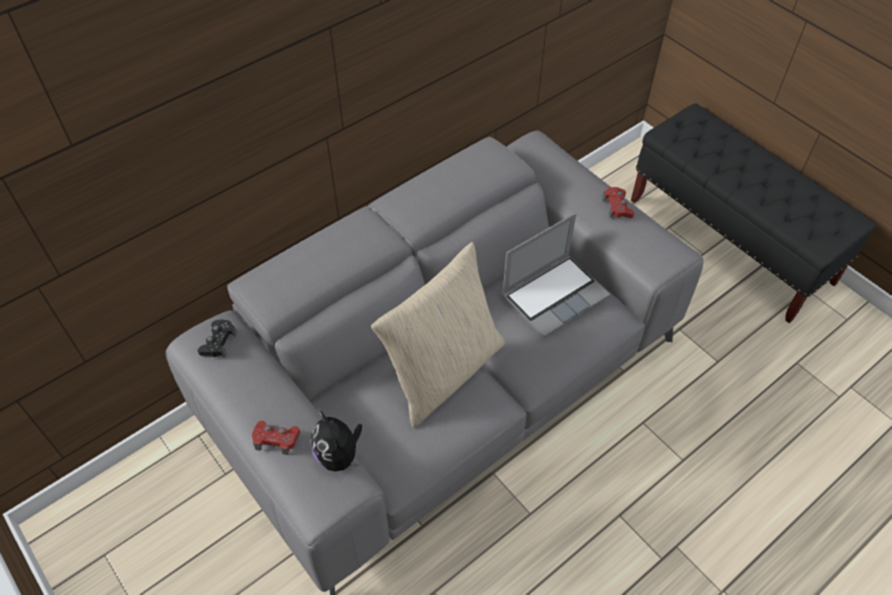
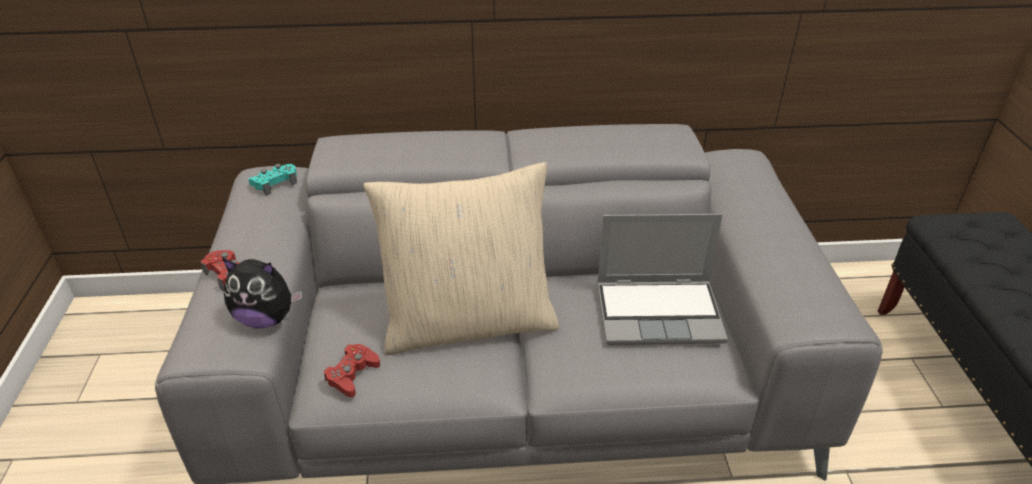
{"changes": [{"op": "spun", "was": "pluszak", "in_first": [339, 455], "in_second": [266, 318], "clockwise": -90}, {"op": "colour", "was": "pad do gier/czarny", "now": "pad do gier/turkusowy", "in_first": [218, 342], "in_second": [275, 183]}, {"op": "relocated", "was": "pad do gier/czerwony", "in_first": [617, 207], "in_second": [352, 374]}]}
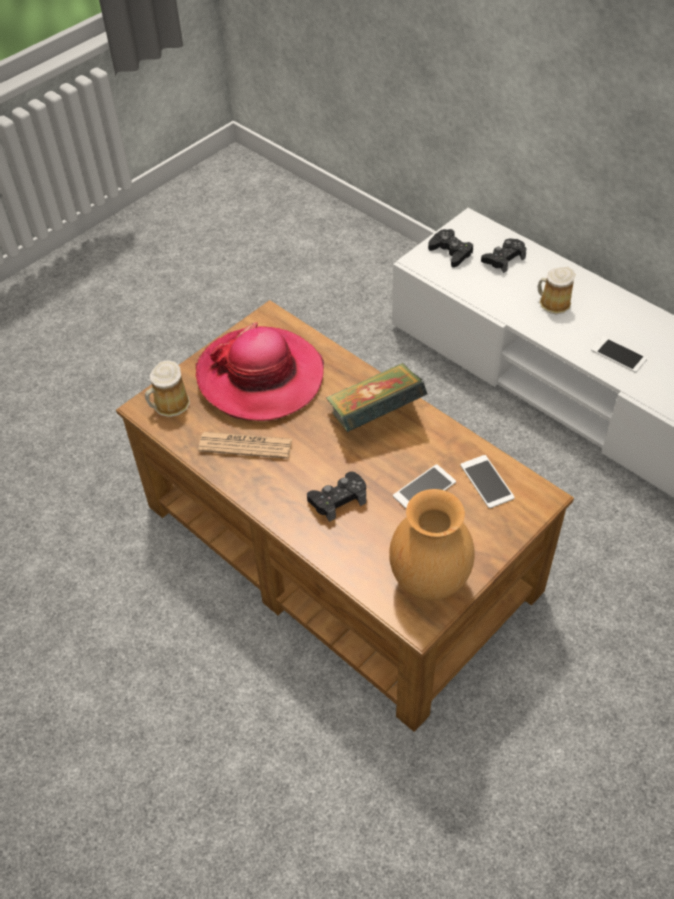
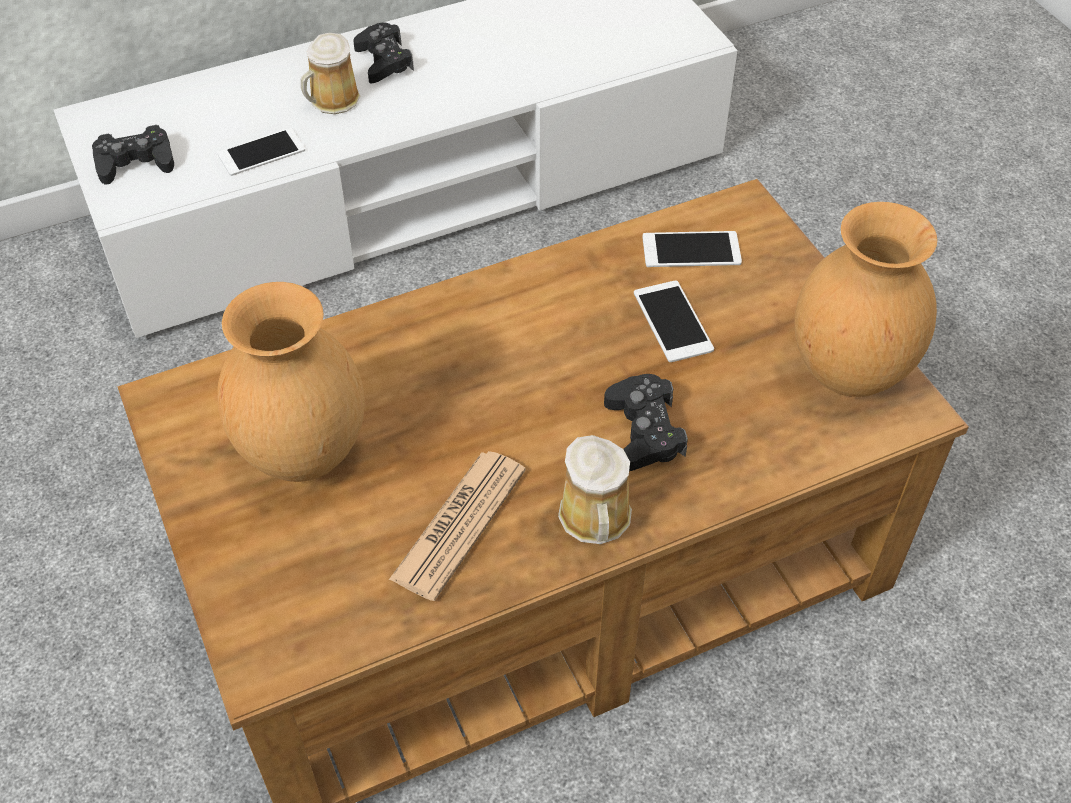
{"changes": [{"op": "relocated", "was": "telefon", "in_first": [619, 354], "in_second": [261, 152]}, {"op": "exchanged", "was": "kapelusz", "now": "wazon/brązowy", "in_first": [260, 377], "in_second": [307, 454]}, {"op": "relocated", "was": "pad do gier/czarny", "in_first": [503, 259], "in_second": [384, 61]}, {"op": "relocated", "was": "kubek", "in_first": [169, 405], "in_second": [595, 520]}, {"op": "missing", "was": "książka", "in_first": [375, 416]}]}
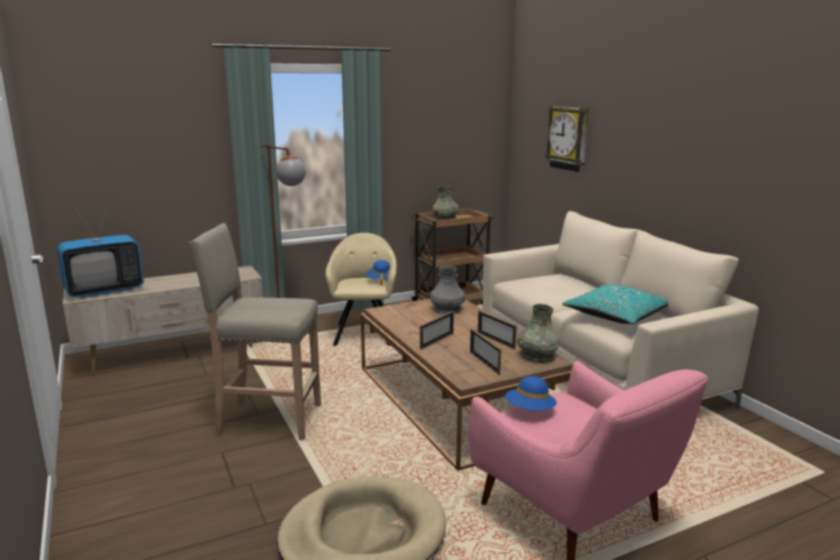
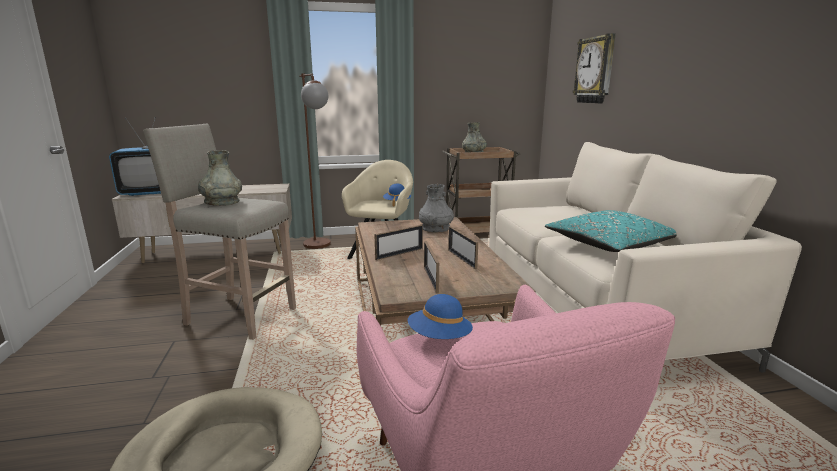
{"changes": [{"op": "relocated", "was": "wazon/szary", "in_first": [537, 356], "in_second": [222, 202]}]}
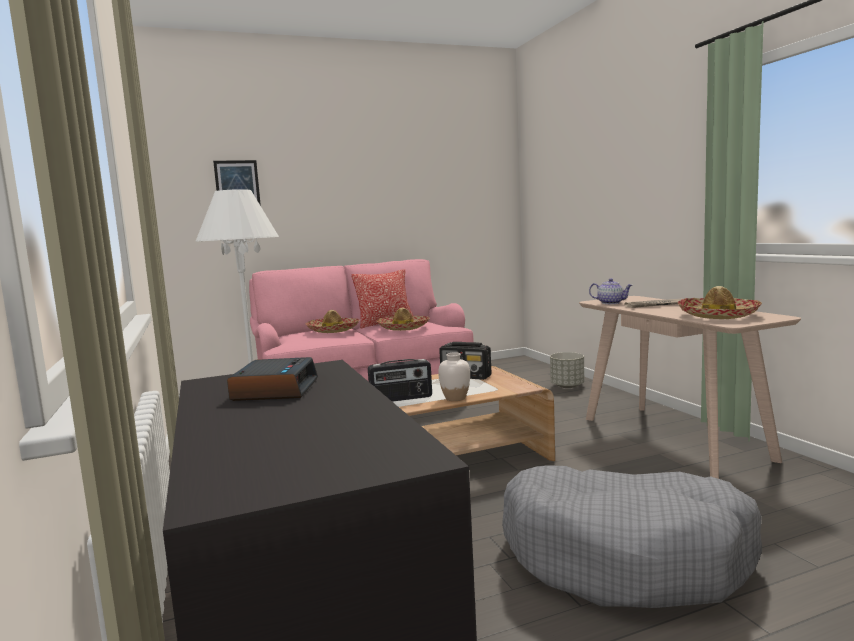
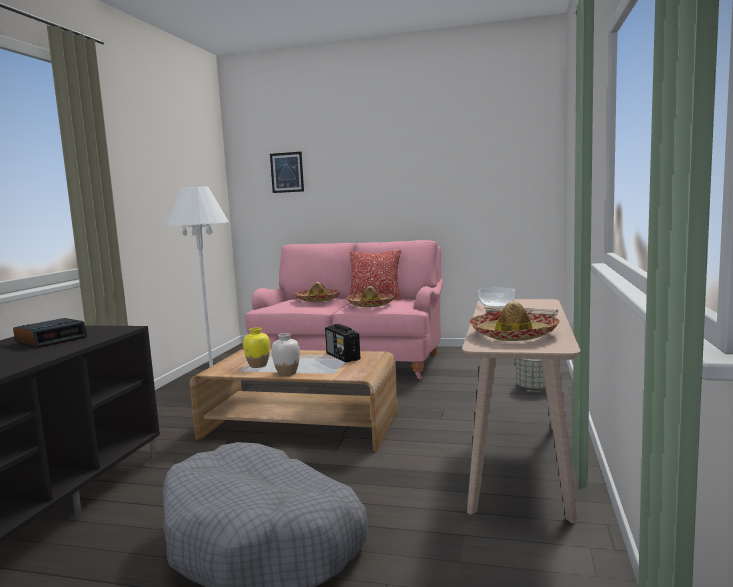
{"changes": [{"op": "exchanged", "was": "radio", "now": "wazon/żółty", "in_first": [401, 399], "in_second": [258, 365]}, {"op": "exchanged", "was": "imbryk", "now": "miska", "in_first": [611, 303], "in_second": [496, 305]}]}
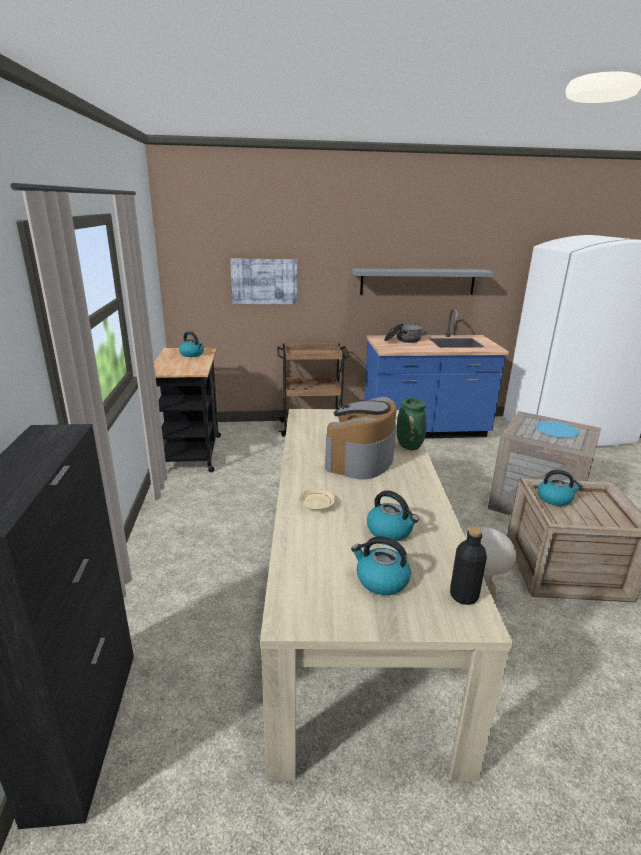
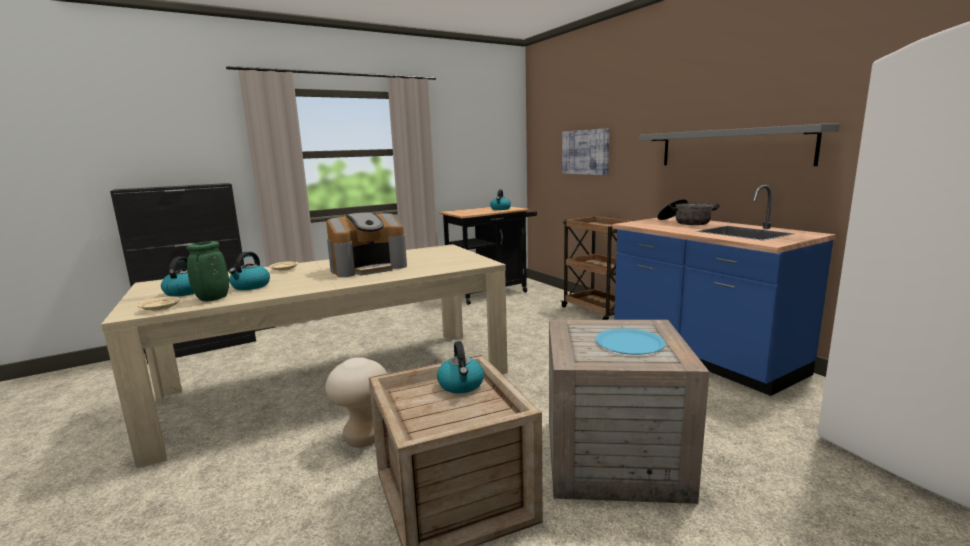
{"changes": [{"op": "exchanged", "was": "butelka/czarny", "now": "talerz/beżowy", "in_first": [463, 596], "in_second": [160, 309]}, {"op": "relocated", "was": "wazon/zielony", "in_first": [410, 447], "in_second": [212, 299]}, {"op": "spun", "was": "ekspres do kawy", "in_first": [361, 459], "in_second": [368, 268], "clockwise": 150}]}
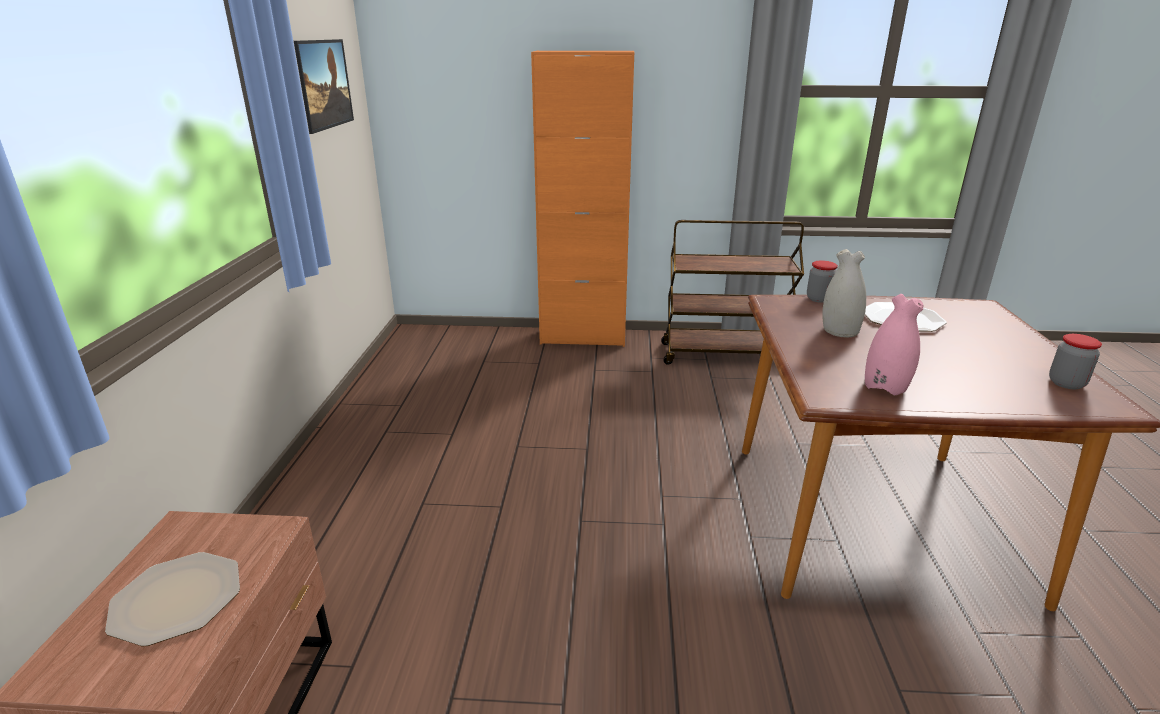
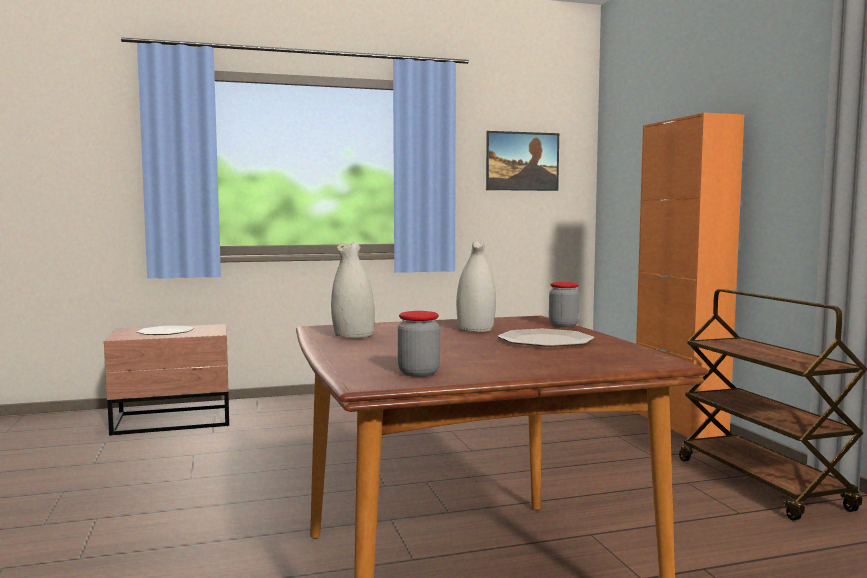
{"changes": [{"op": "colour", "was": "wazon/różowy", "now": "wazon/biały", "in_first": [885, 388], "in_second": [353, 336]}]}
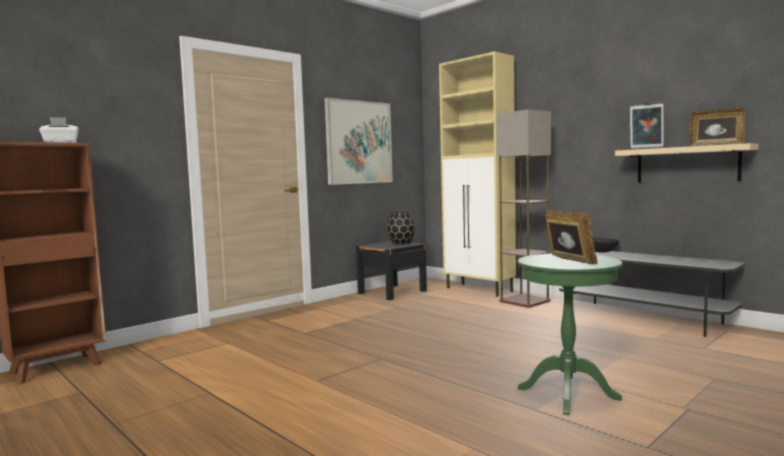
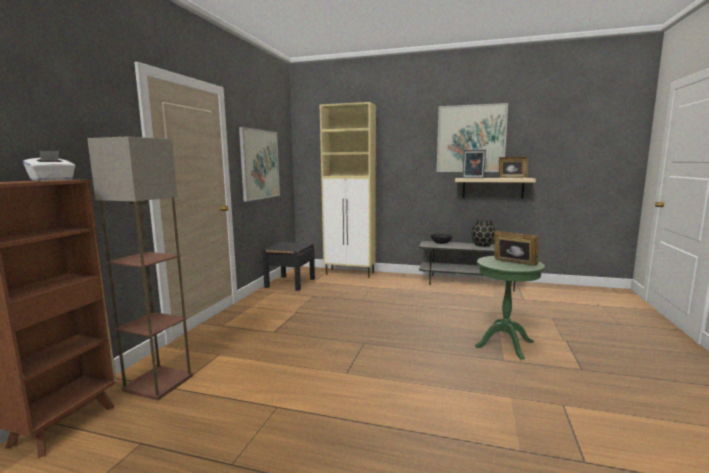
{"changes": [{"op": "relocated", "was": "lampa stojąca", "in_first": [525, 301], "in_second": [159, 382]}, {"op": "appeared", "now": "obraz", "in_second": [471, 139]}, {"op": "relocated", "was": "wazon/czarny", "in_first": [401, 243], "in_second": [482, 245]}]}
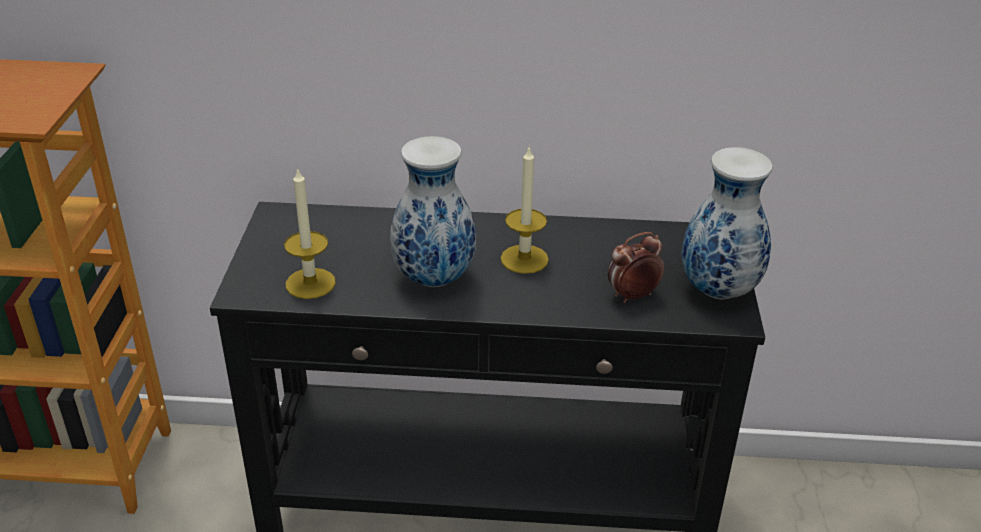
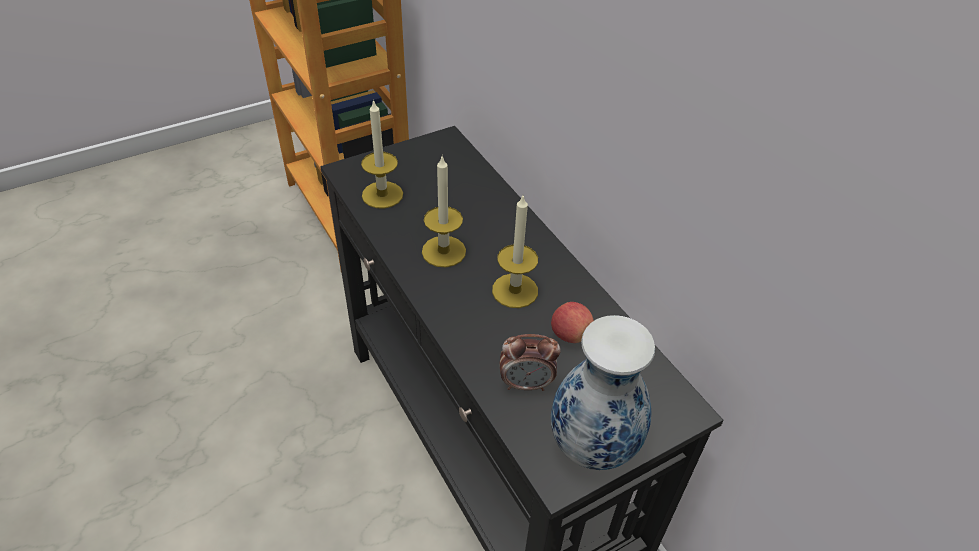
{"changes": [{"op": "exchanged", "was": "wazon", "now": "świeca", "in_first": [434, 277], "in_second": [444, 251]}, {"op": "spun", "was": "budzik", "in_first": [632, 296], "in_second": [526, 383], "clockwise": 150}, {"op": "appeared", "now": "jabłko", "in_second": [570, 334]}]}
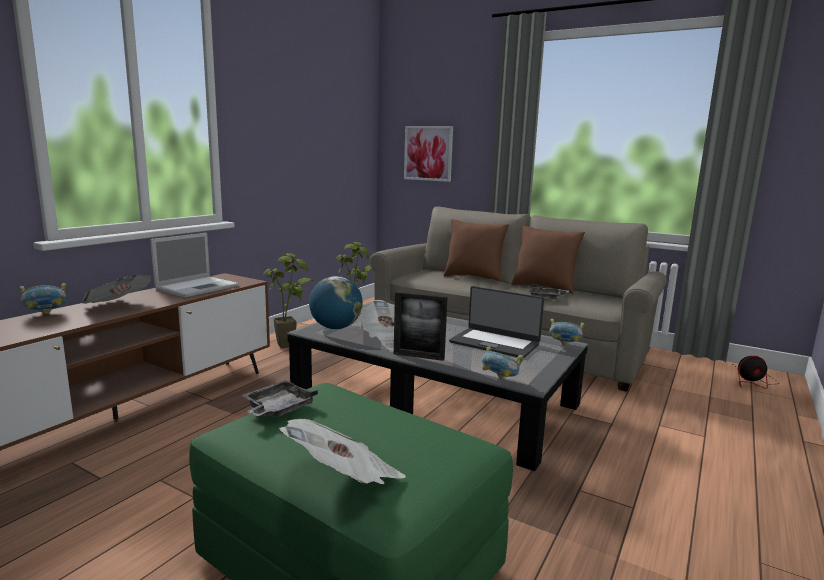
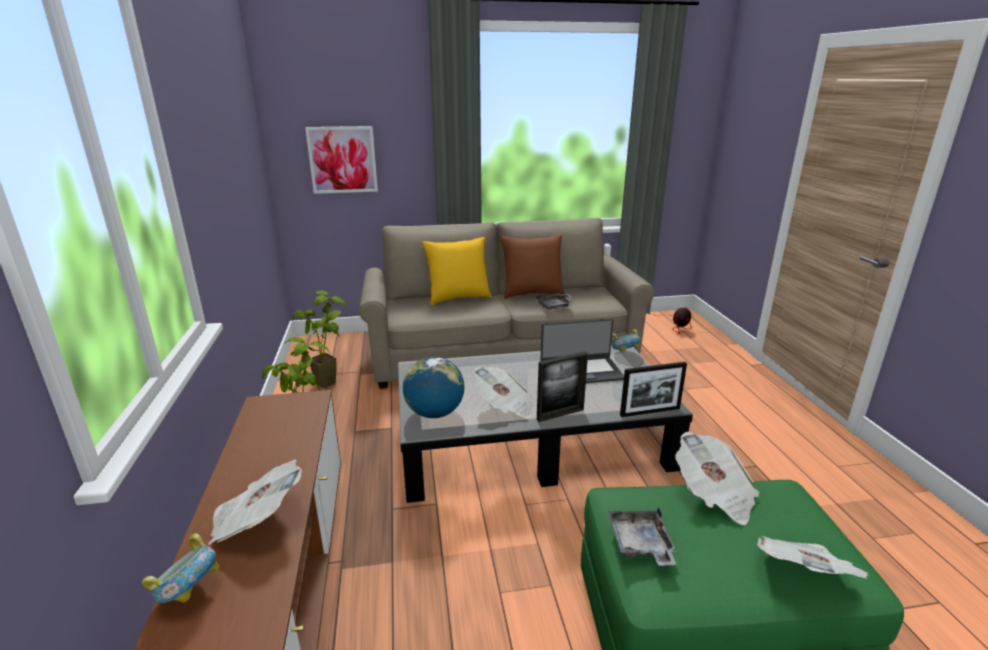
{"changes": [{"op": "colour", "was": "poduszka/brązowy", "now": "poduszka/żółty", "in_first": [473, 277], "in_second": [458, 298]}, {"op": "exchanged", "was": "miska", "now": "ramka na zdjęcie", "in_first": [499, 381], "in_second": [650, 412]}, {"op": "appeared", "now": "gazeta", "in_second": [714, 494]}, {"op": "missing", "was": "laptop", "in_first": [198, 287]}]}
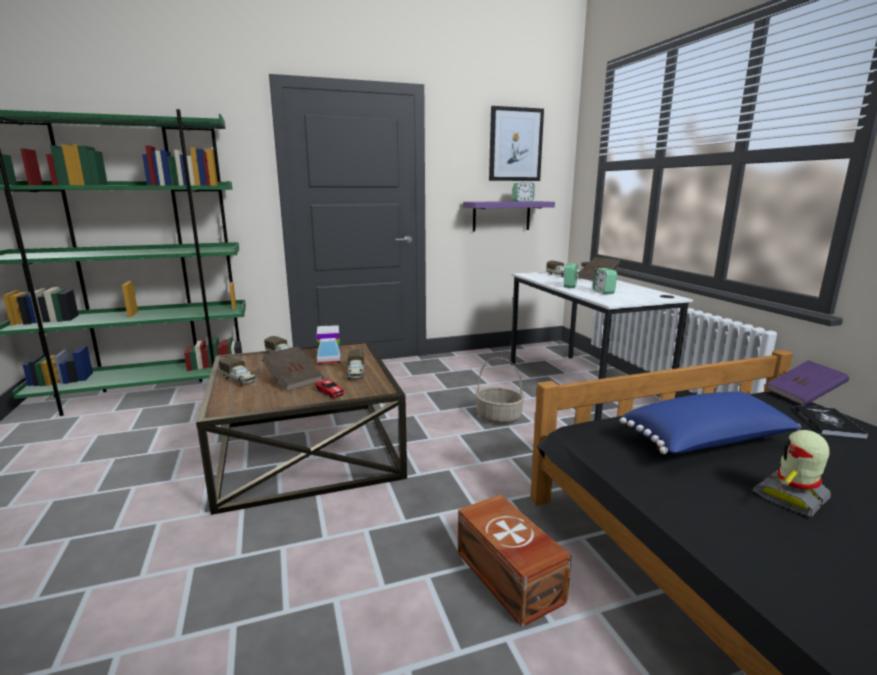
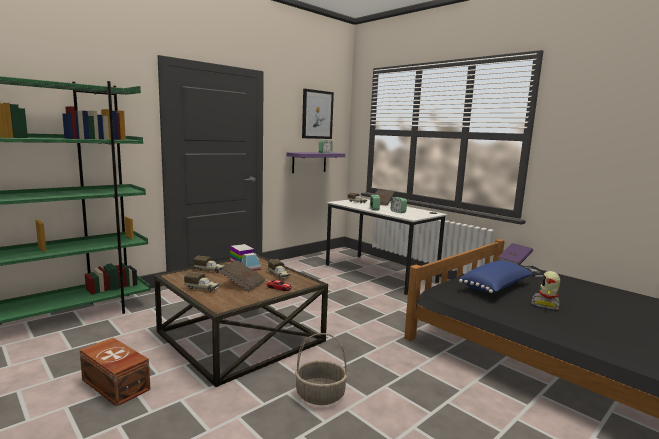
{"changes": [{"op": "relocated", "was": "pojemnik do przechowywania/brązowy", "in_first": [508, 578], "in_second": [115, 385]}, {"op": "relocated", "was": "koszyk", "in_first": [498, 417], "in_second": [320, 395]}]}
